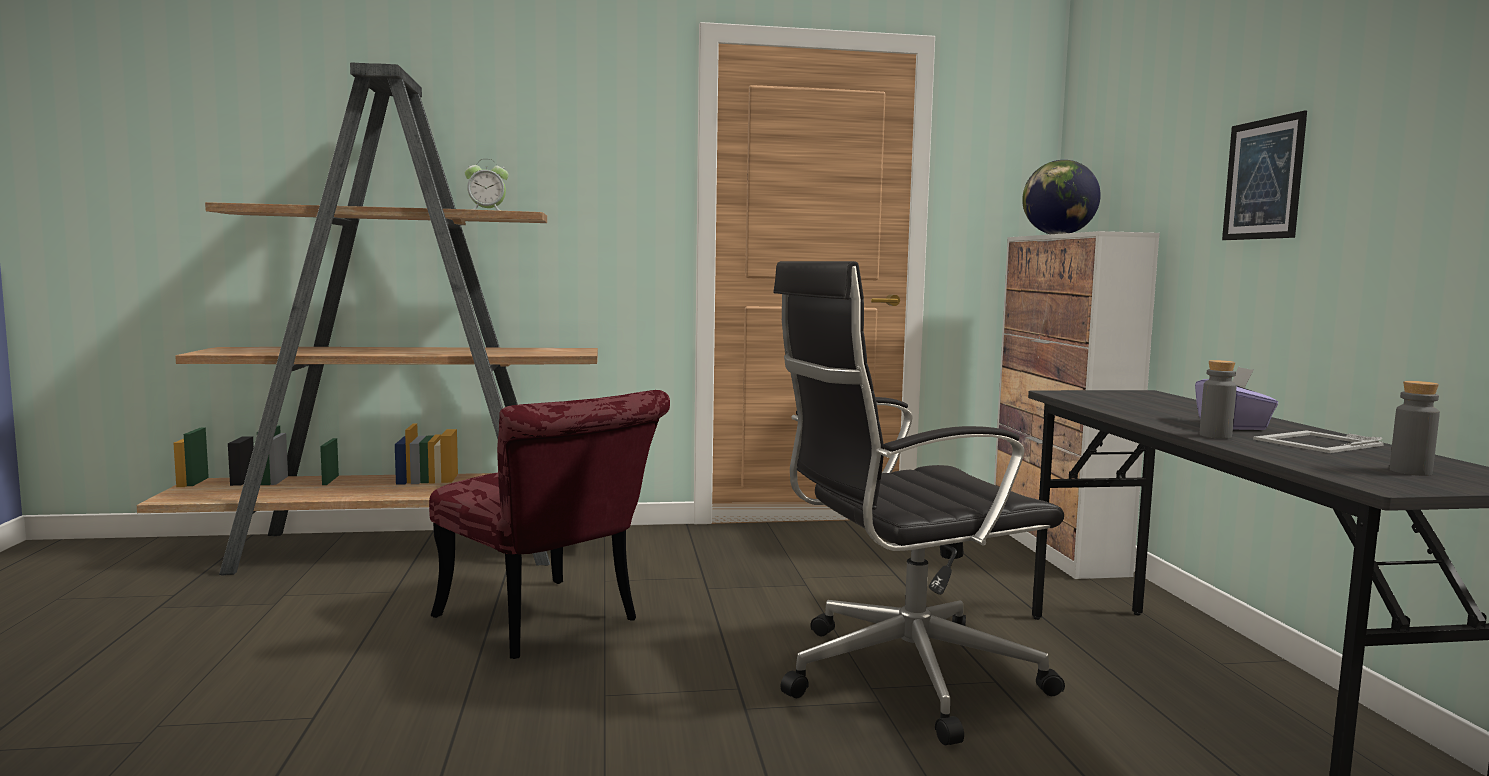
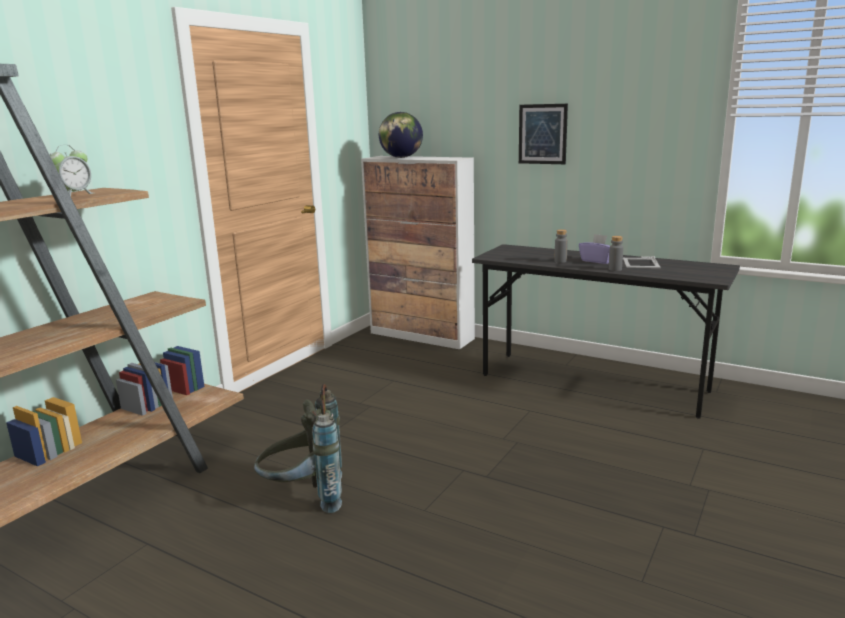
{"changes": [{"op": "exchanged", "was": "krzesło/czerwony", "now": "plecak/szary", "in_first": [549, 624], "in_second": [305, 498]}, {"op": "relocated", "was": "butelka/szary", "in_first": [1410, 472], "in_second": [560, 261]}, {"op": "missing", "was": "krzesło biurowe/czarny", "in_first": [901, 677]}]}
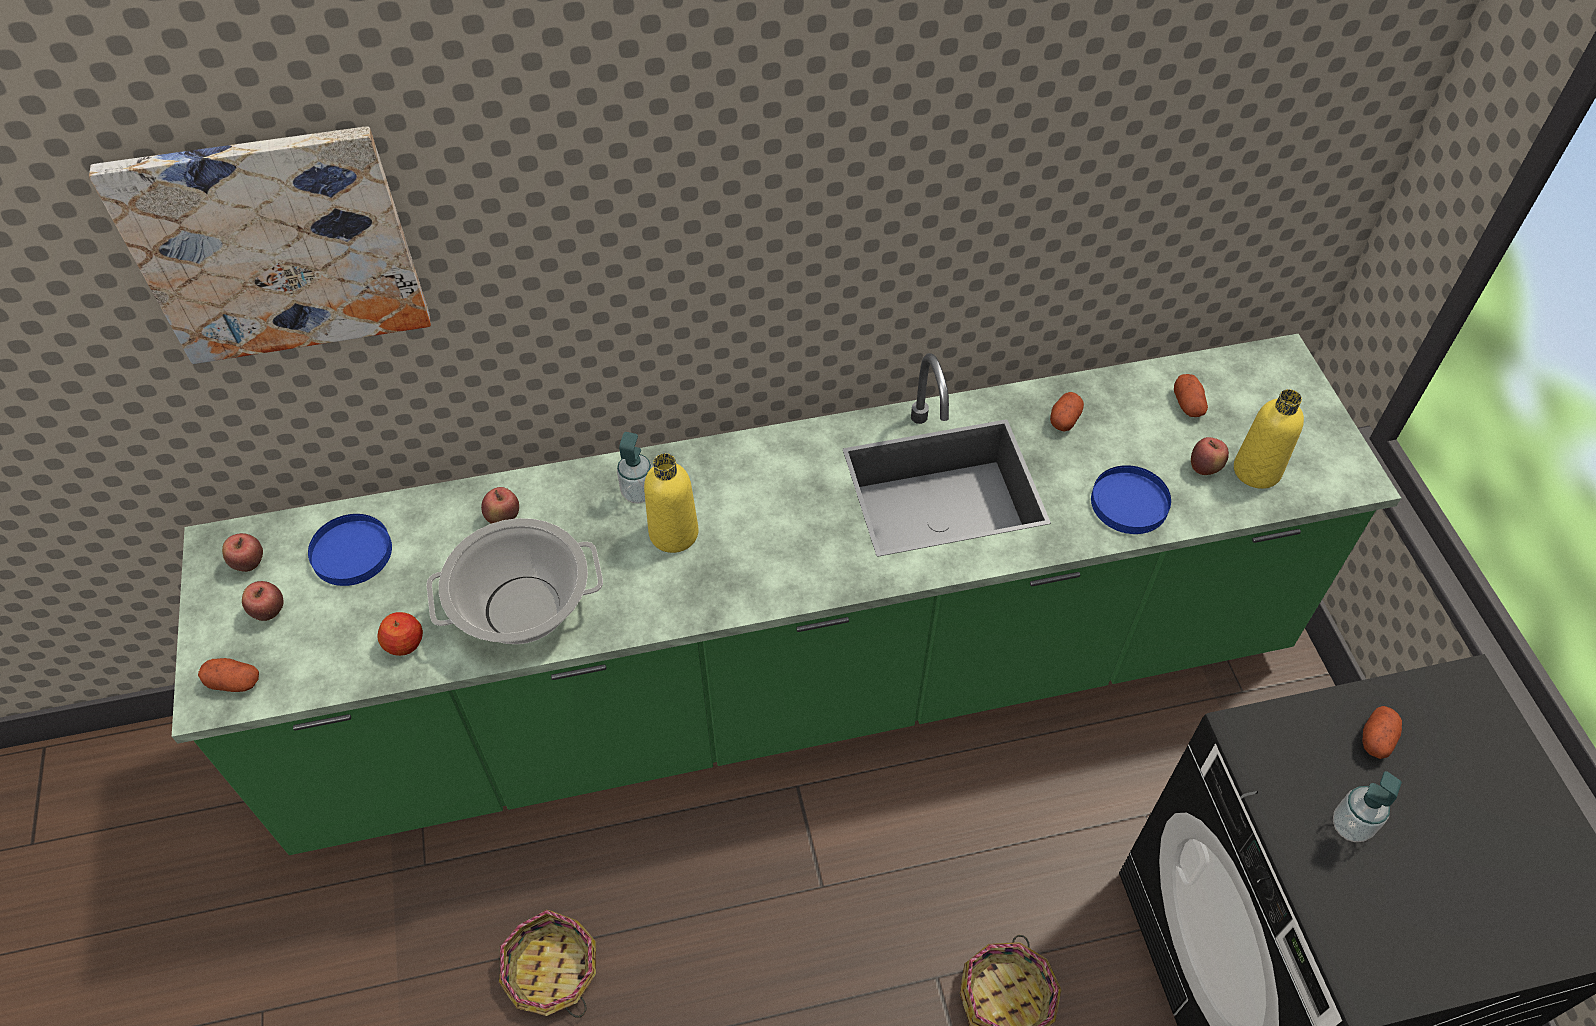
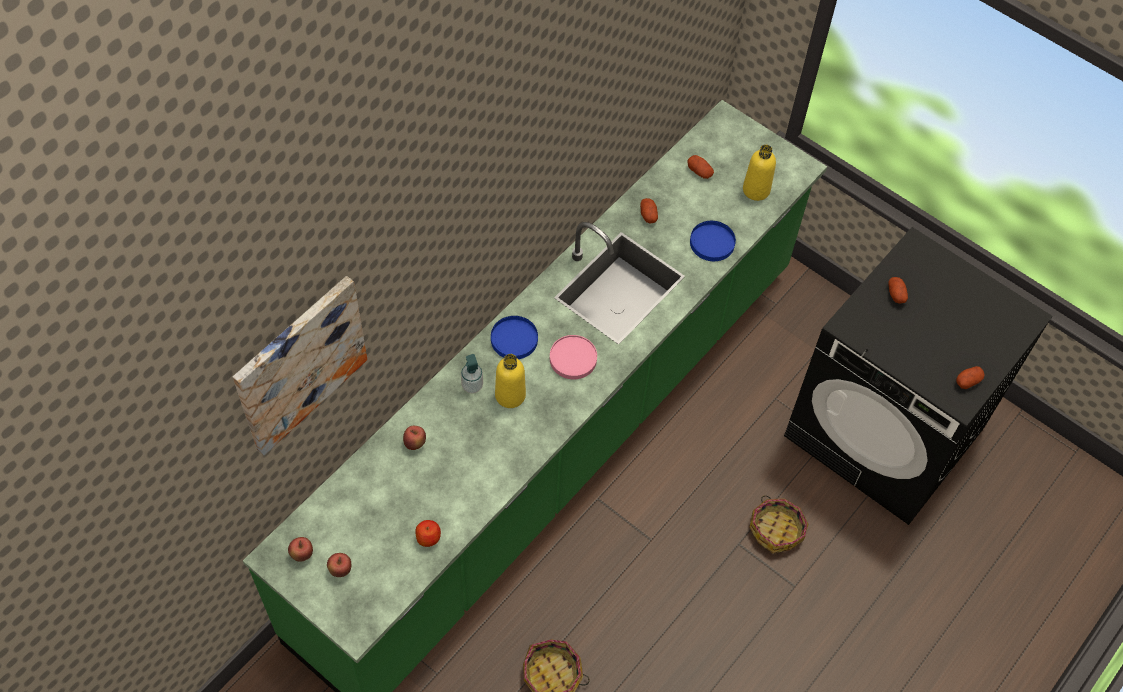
{"changes": [{"op": "relocated", "was": "talerz/niebieski", "in_first": [351, 553], "in_second": [514, 339]}, {"op": "appeared", "now": "talerz/różowy", "in_second": [573, 359]}, {"op": "relocated", "was": "ziemniak", "in_first": [234, 682], "in_second": [968, 381]}, {"op": "missing", "was": "garnek", "in_first": [522, 609]}, {"op": "missing", "was": "jabłko", "in_first": [1204, 468]}, {"op": "missing", "was": "dozownik mydła", "in_first": [1350, 826]}]}
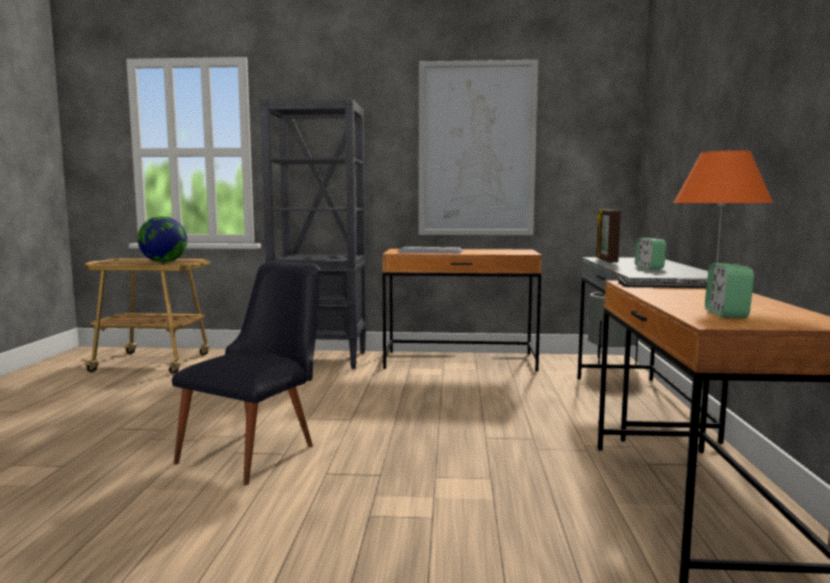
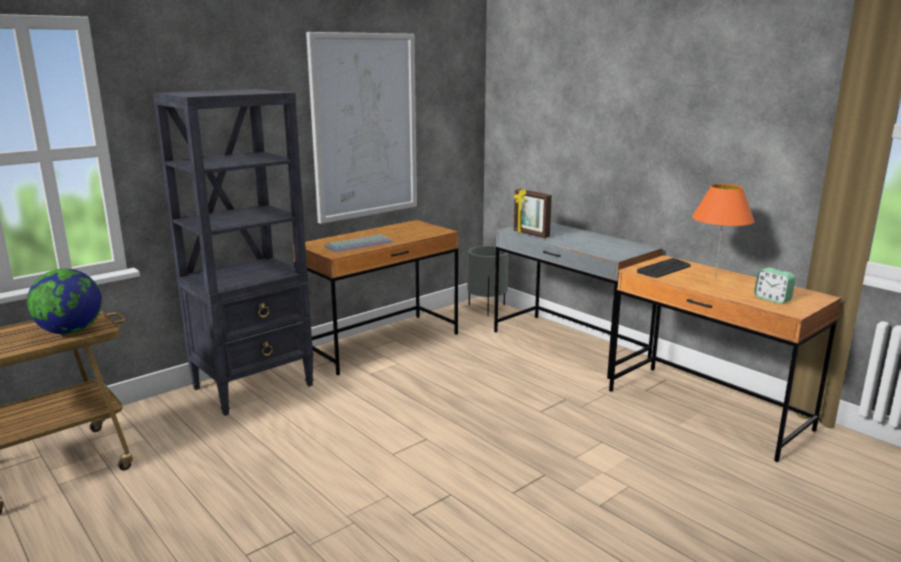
{"changes": [{"op": "missing", "was": "krzesło/czarny", "in_first": [258, 450]}, {"op": "missing", "was": "budzik", "in_first": [649, 267]}]}
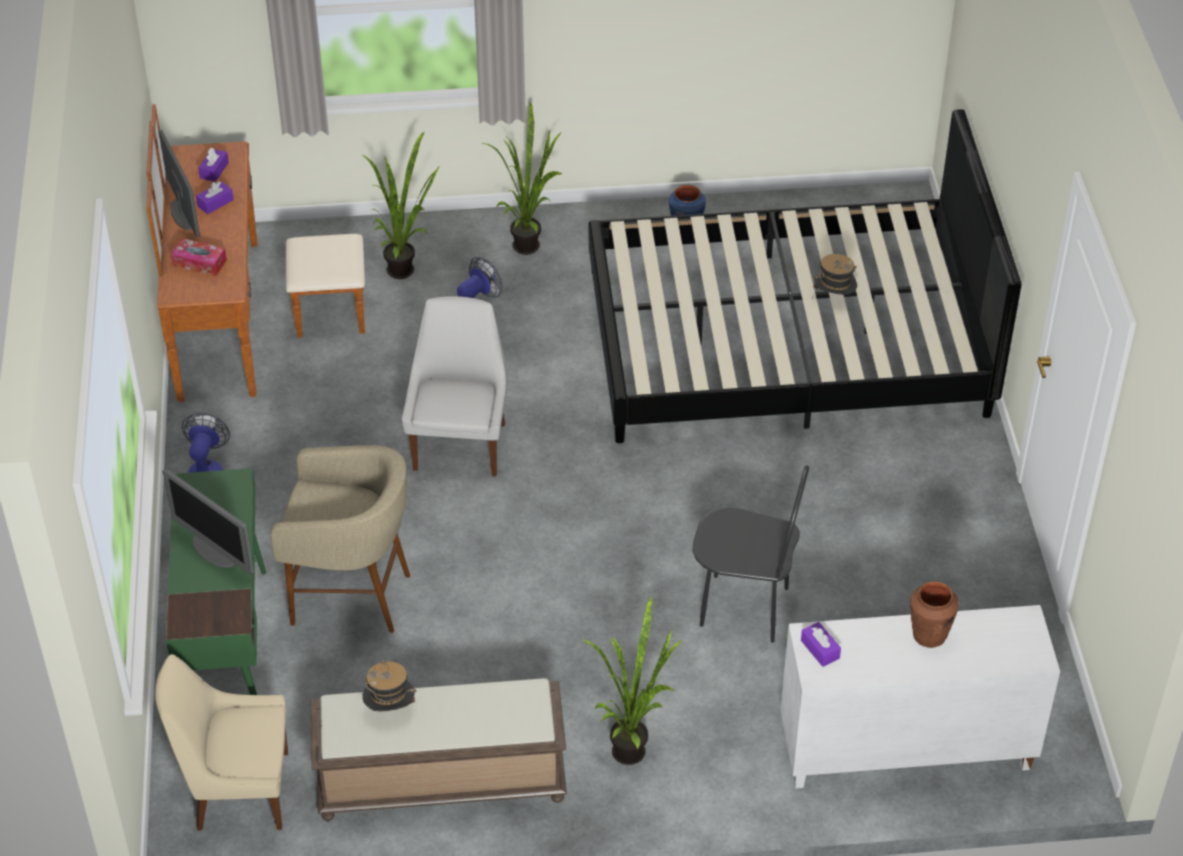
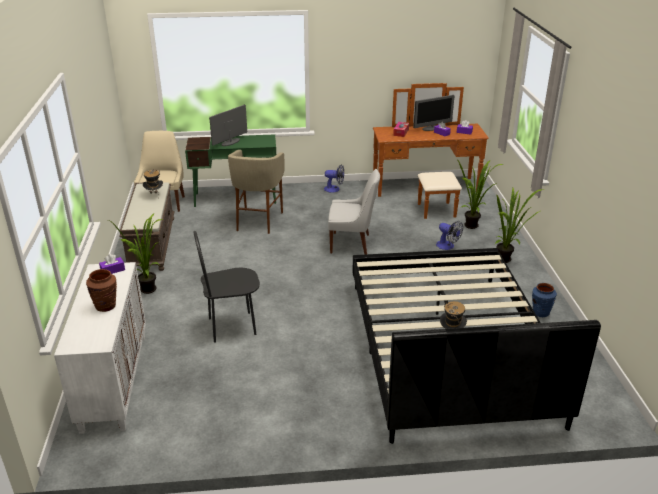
{"changes": [{"op": "spun", "was": "krzesło/czarny", "in_first": [744, 607], "in_second": [232, 326], "clockwise": 60}]}
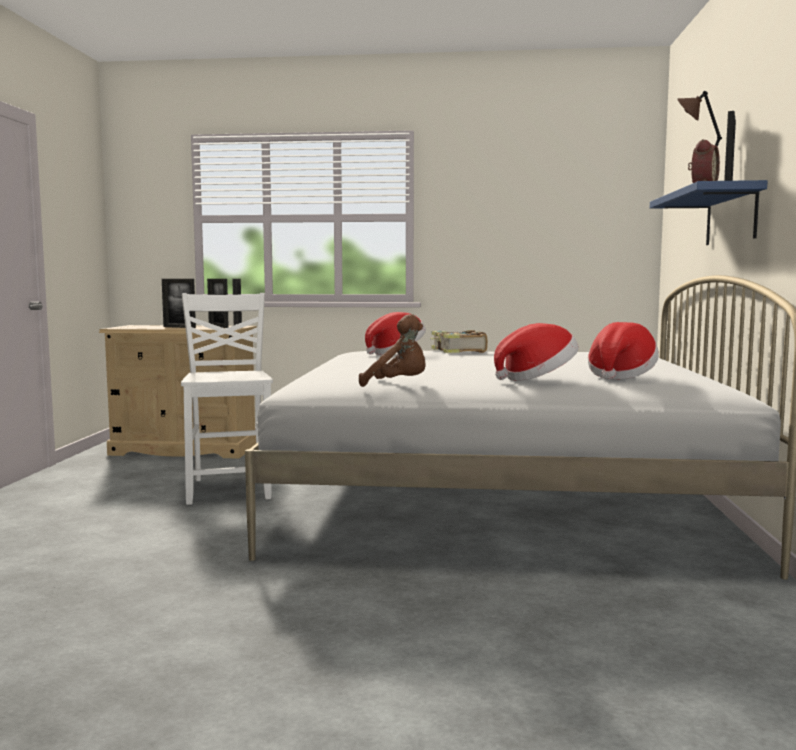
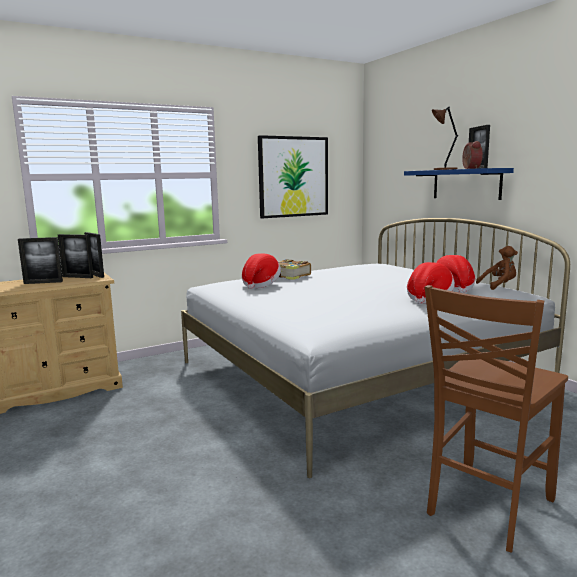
{"changes": [{"op": "appeared", "now": "obraz", "in_second": [293, 177]}, {"op": "appeared", "now": "krzesło/brązowy", "in_second": [486, 506]}, {"op": "relocated", "was": "pluszak/brązowy", "in_first": [398, 385], "in_second": [499, 286]}, {"op": "missing", "was": "krzesło/biały", "in_first": [230, 489]}]}
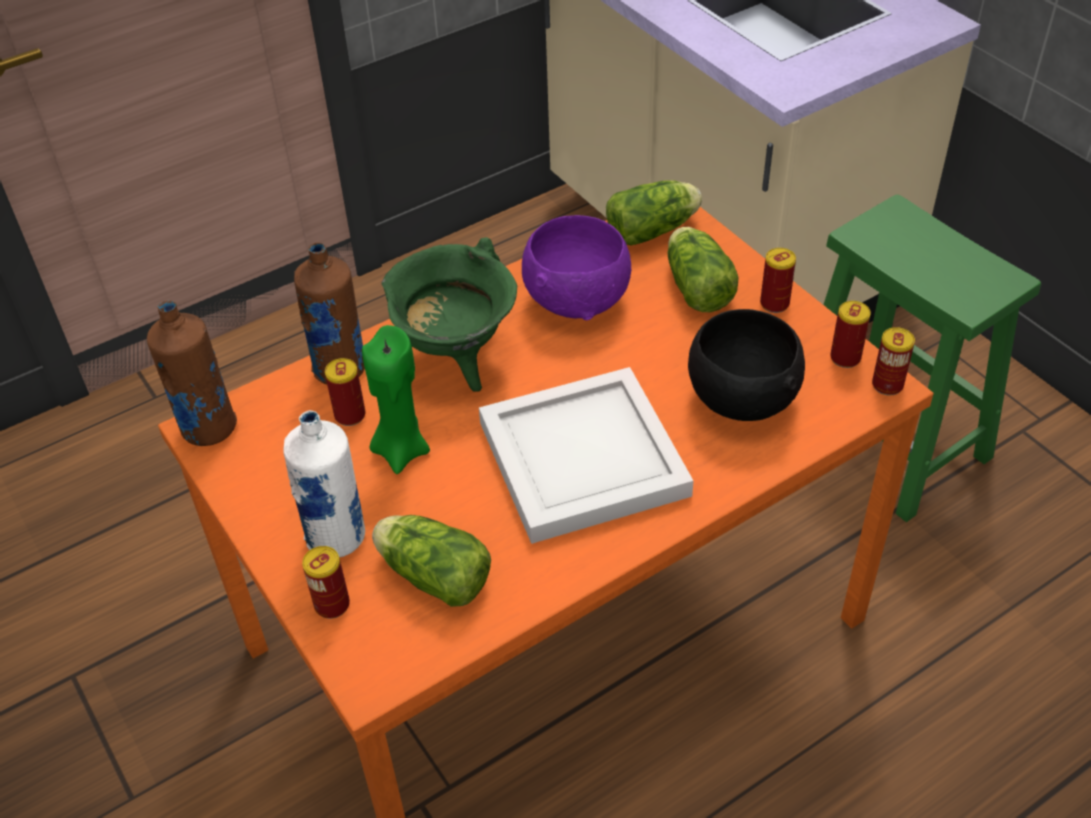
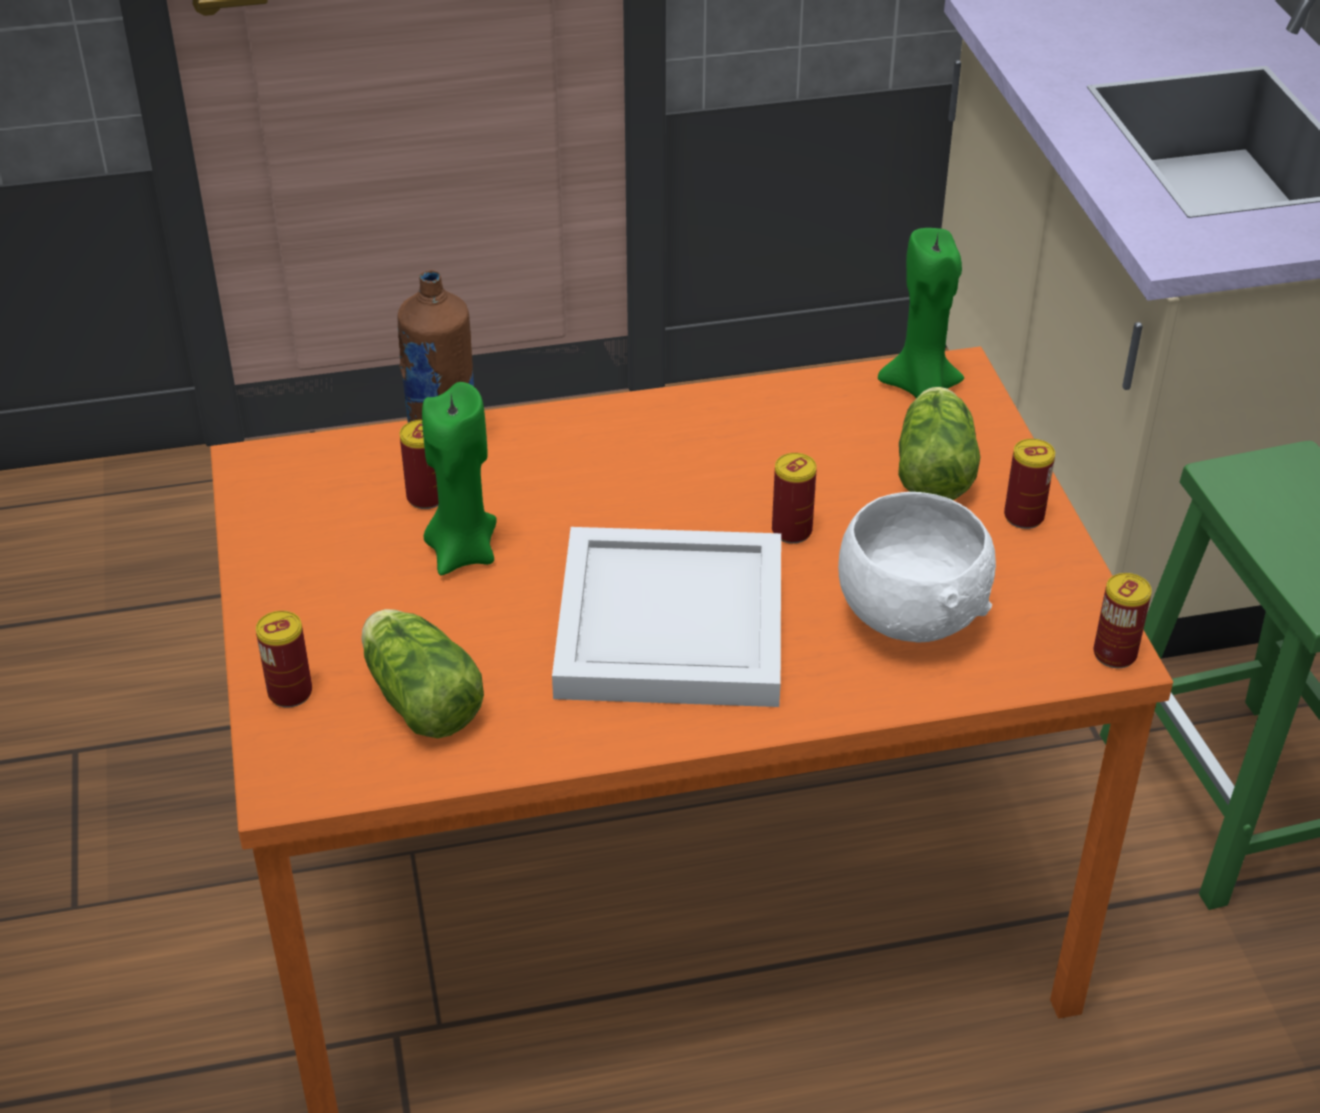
{"changes": [{"op": "relocated", "was": "puszka", "in_first": [845, 358], "in_second": [791, 531]}, {"op": "colour", "was": "miska/czarny", "now": "miska/biały", "in_first": [740, 399], "in_second": [909, 614]}, {"op": "exchanged", "was": "sałata", "now": "świeca/zielony", "in_first": [655, 230], "in_second": [921, 388]}, {"op": "missing", "was": "butelka/brązowy", "in_first": [208, 428]}, {"op": "missing", "was": "butelka/biały", "in_first": [337, 538]}, {"op": "missing", "was": "garnek/zielony", "in_first": [456, 357]}, {"op": "missing", "was": "miska/fioletowy", "in_first": [578, 300]}]}
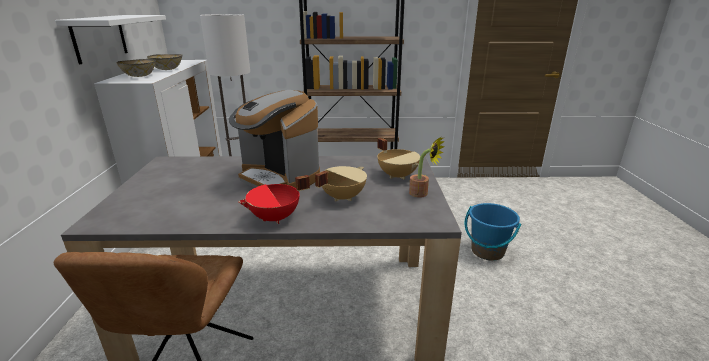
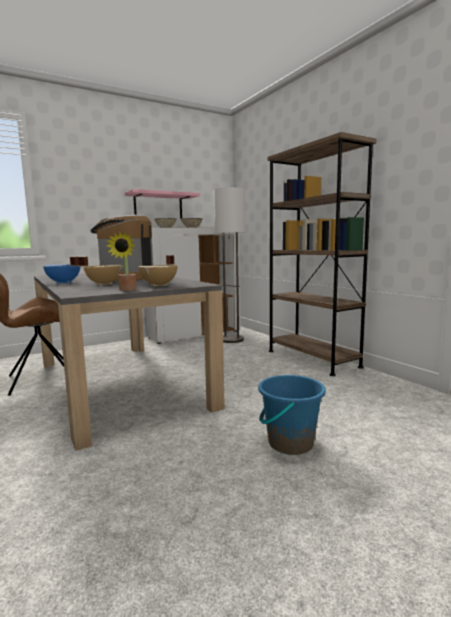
{"changes": [{"op": "colour", "was": "garnek/czerwony", "now": "garnek/niebieski", "in_first": [275, 218], "in_second": [63, 282]}, {"op": "colour", "was": "półka/biały", "now": "półka/różowy", "in_first": [99, 38], "in_second": [158, 206]}]}
